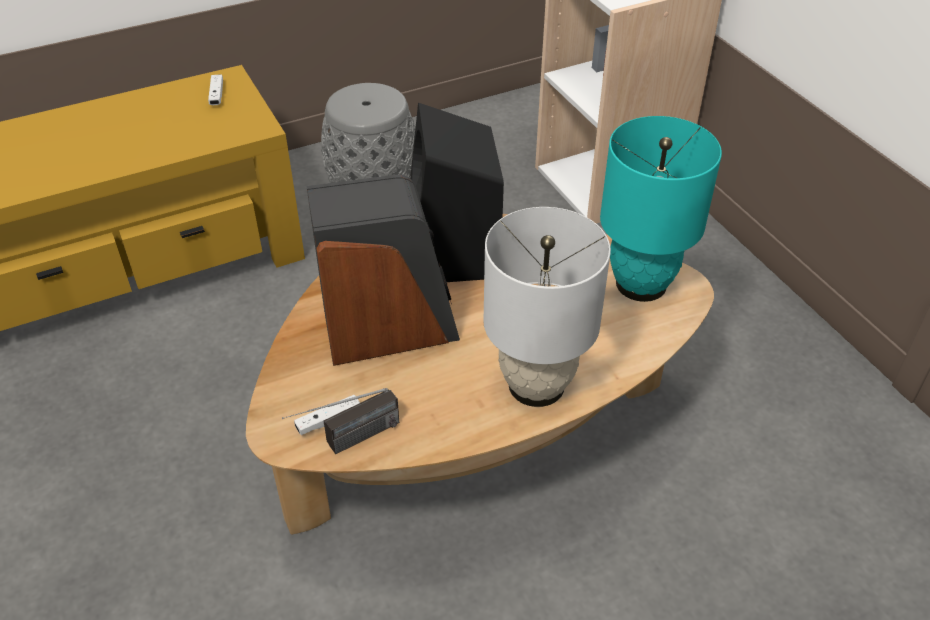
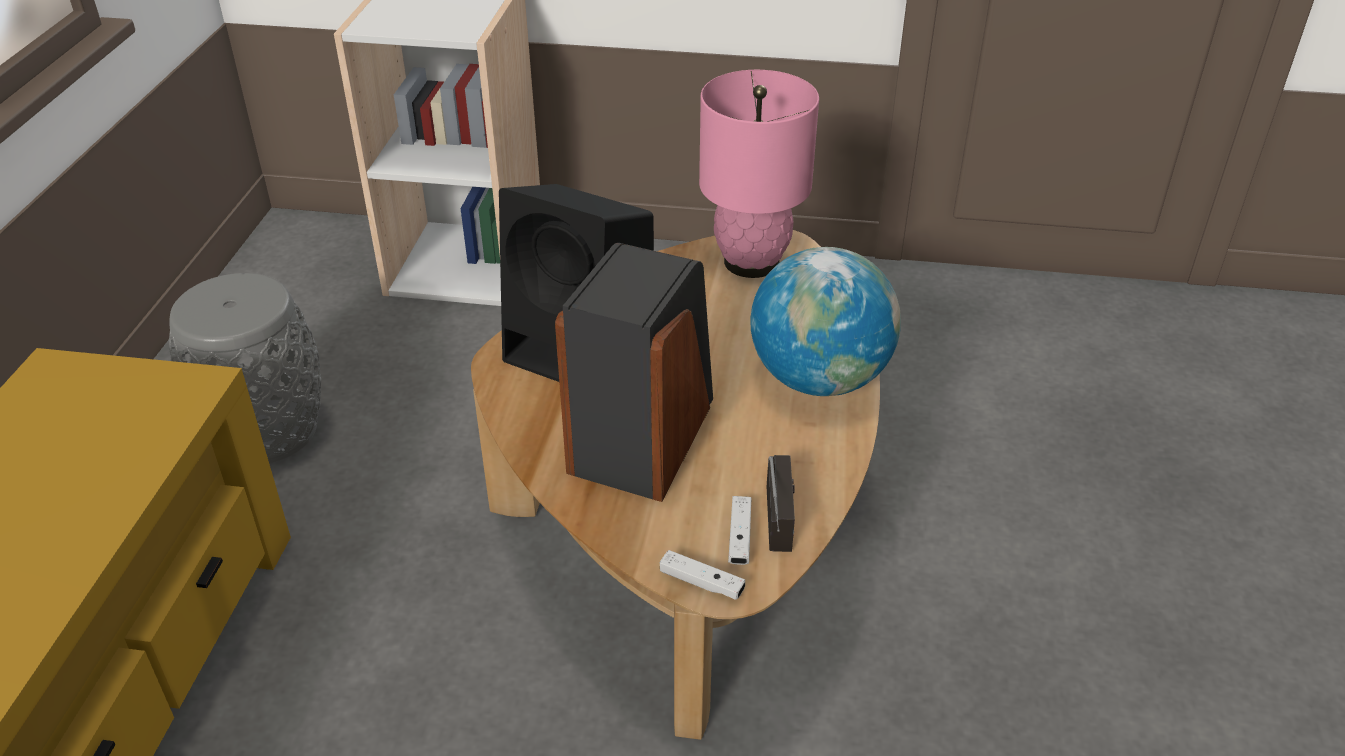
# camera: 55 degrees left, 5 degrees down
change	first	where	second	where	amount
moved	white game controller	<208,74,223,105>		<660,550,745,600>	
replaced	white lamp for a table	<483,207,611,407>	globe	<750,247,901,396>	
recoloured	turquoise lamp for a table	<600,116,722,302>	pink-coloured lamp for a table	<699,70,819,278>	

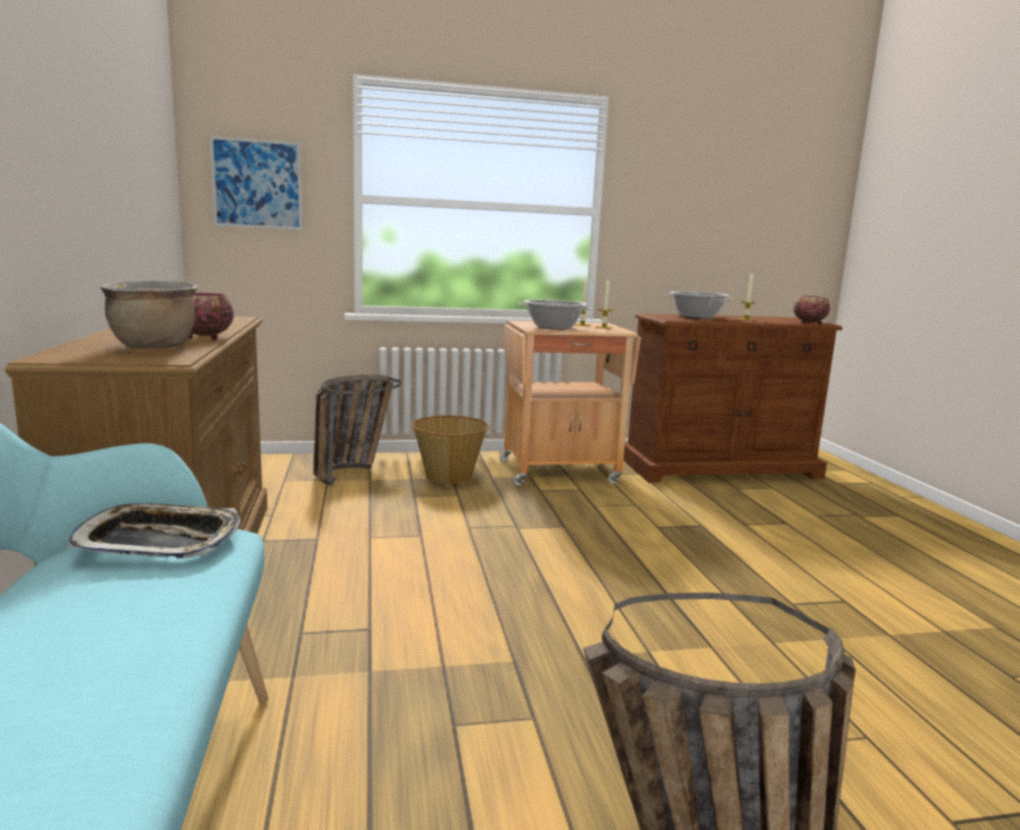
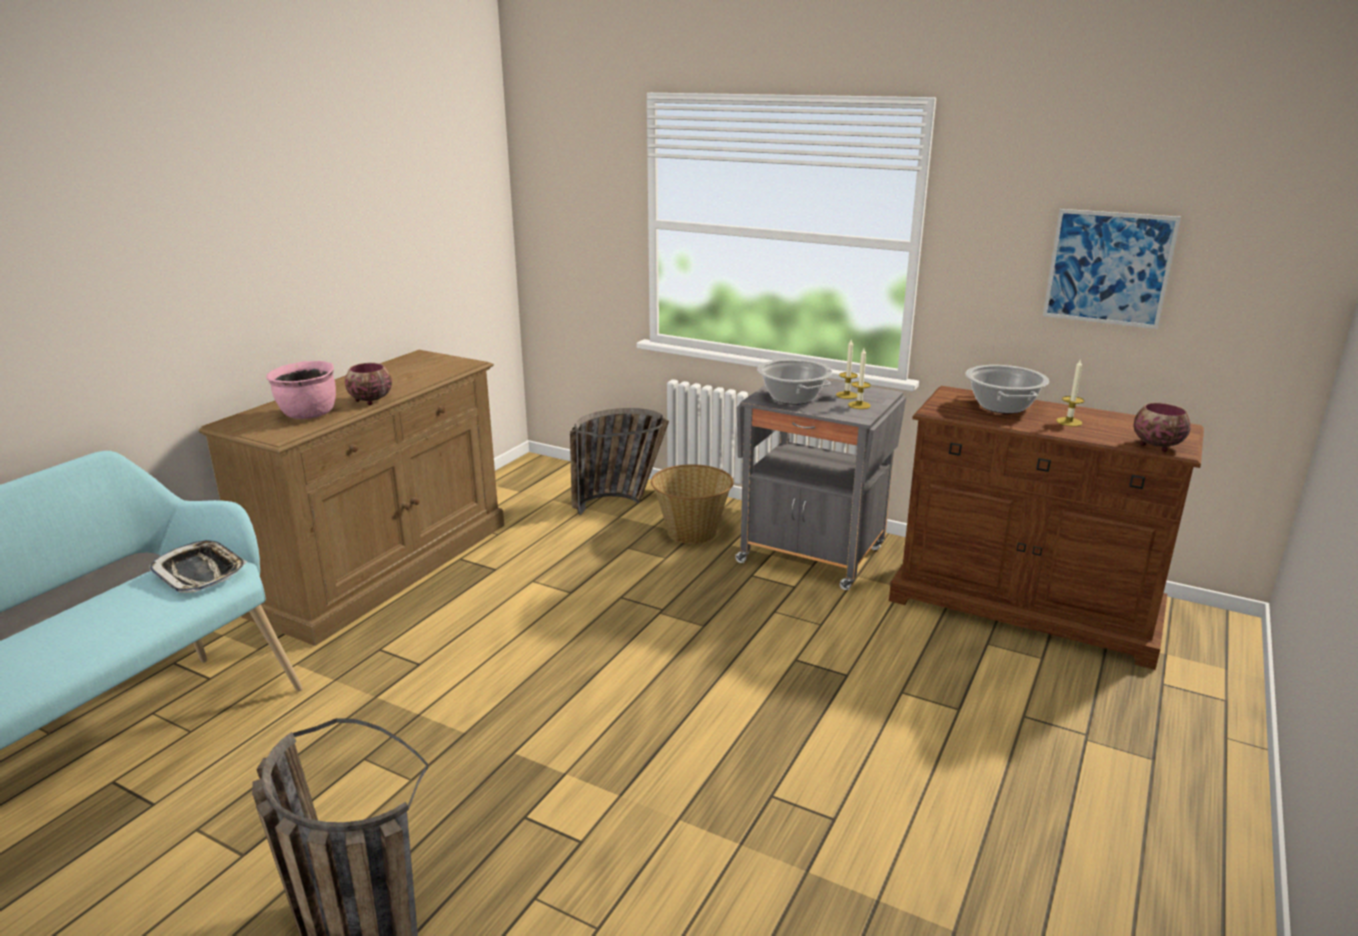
# camera: 40 degrees right, 10 degrees up
change	first	where	second	where	amount
recoloured	brown cooking pot	<100,280,197,349>	pink-coloured cooking pot	<266,361,336,419>	
moved	picture	<210,136,302,230>		<1043,209,1181,329>	
recoloured	brown cart	<499,320,641,486>	grey cart	<735,380,906,590>	

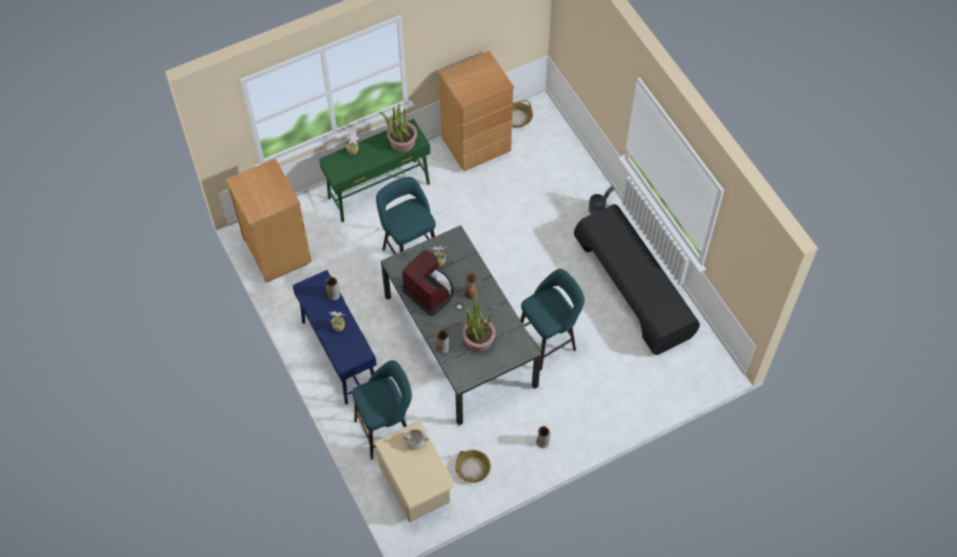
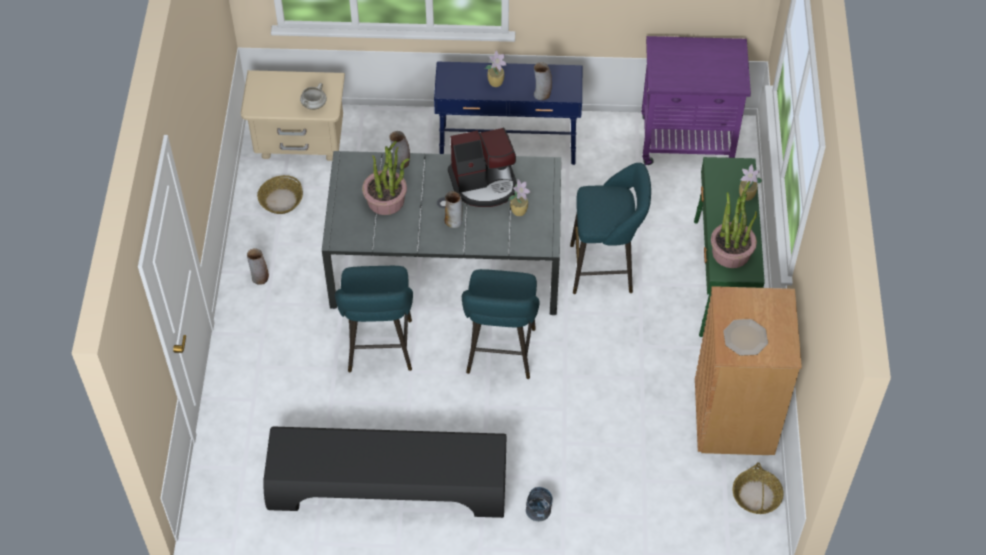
# camera: 120 degrees right, 5 degrees down
change	first	where	second	where	amount
replaced	brown drawer chest	<225,158,312,282>	purple-coloured cart	<641,36,751,165>	
moved	turquoise stool seat	<352,360,412,460>		<462,269,540,379>	
added			dinner plate	<723,319,768,356>	

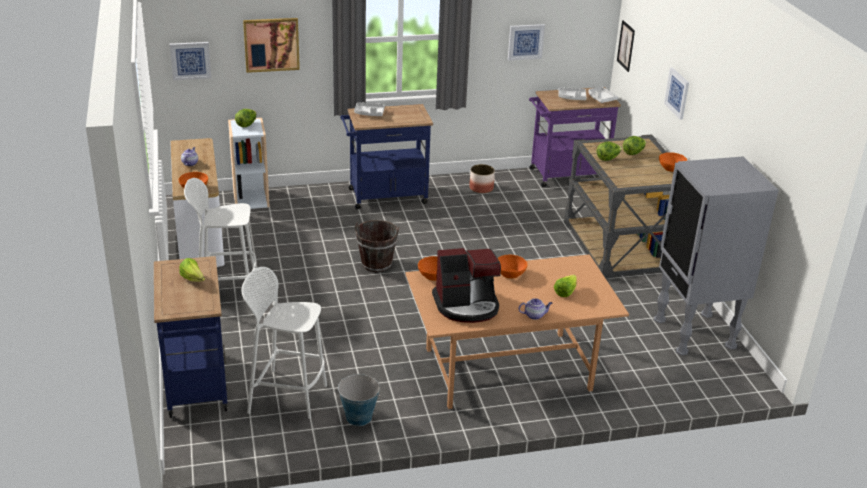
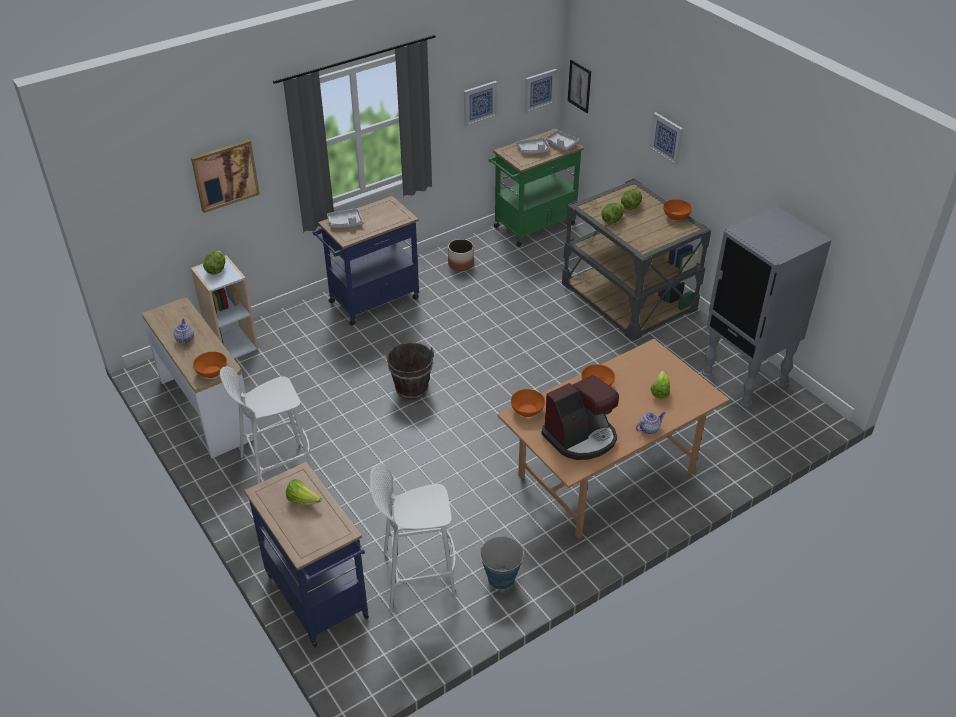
# camera: 20 degrees left, 10 degrees up
change	first	where	second	where	amount
moved	picture	<170,42,211,80>		<525,69,557,113>	
recoloured	purple-coloured cart	<529,87,621,187>	greenish cart	<489,128,584,247>	

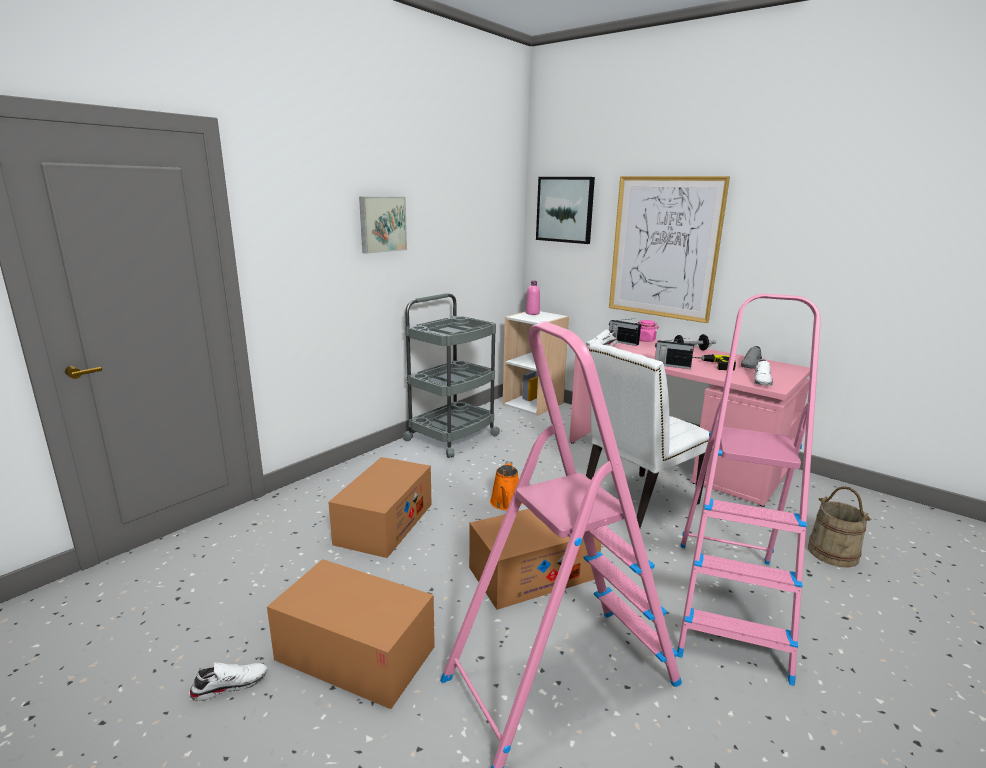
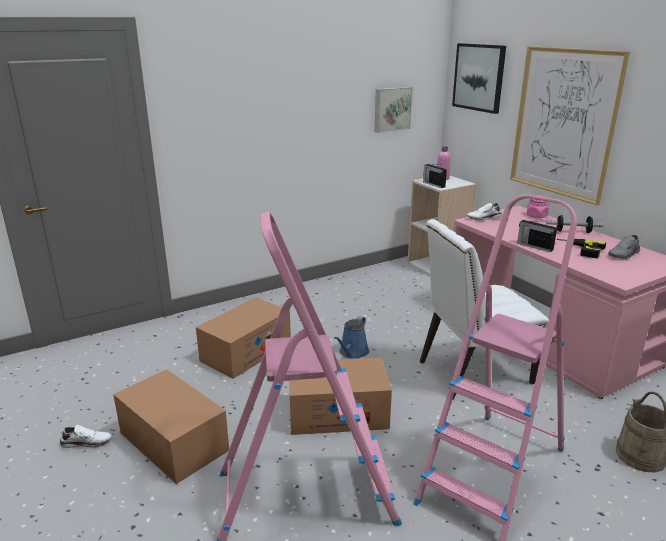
# camera: 20 degrees right, 5 degrees up
change	first	where	second	where	amount
moved	picture	<359,197,407,254>		<375,87,413,133>	
removed	grey cart	<402,293,500,458>			
recoloured	orangey watering can	<490,461,523,510>	blue watering can	<334,316,369,359>	
moved	radio receiver	<609,318,641,346>		<423,164,447,188>	
removed	white shoe	<754,359,773,386>			

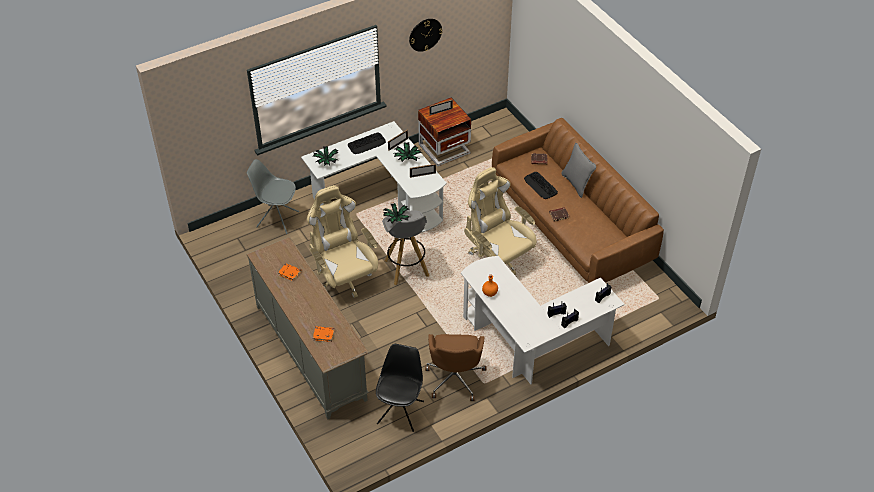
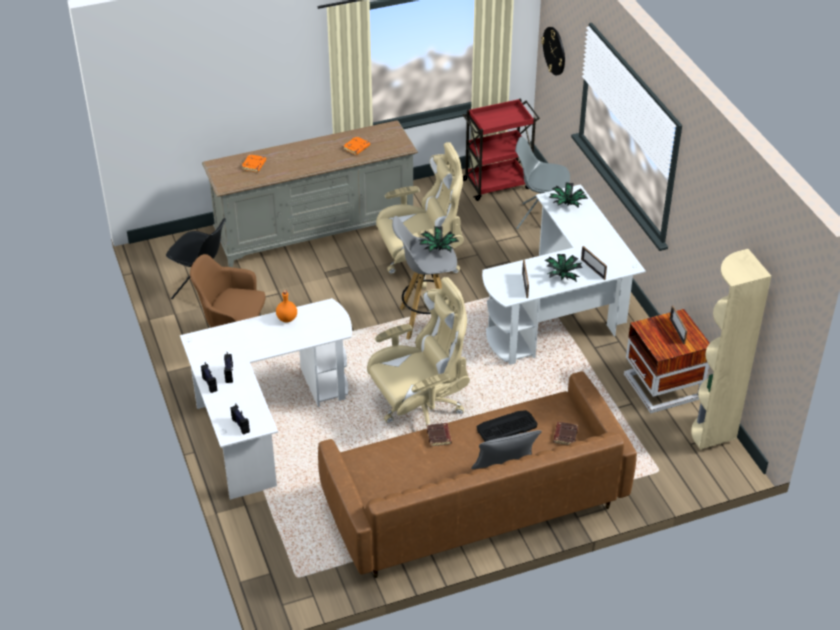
# camera: 100 degrees right, 5 degrees down
change	first	where	second	where	amount
turned	grey upright chair	<247,159,299,234>		<515,136,570,229>	105 degrees counterclockwise
removed	PC keyboard	<348,133,386,154>			
moved	wall clock	<409,19,442,52>		<541,27,565,75>	
added			reddish cart	<463,99,540,201>	
added			beige bookshelf	<691,249,771,449>	

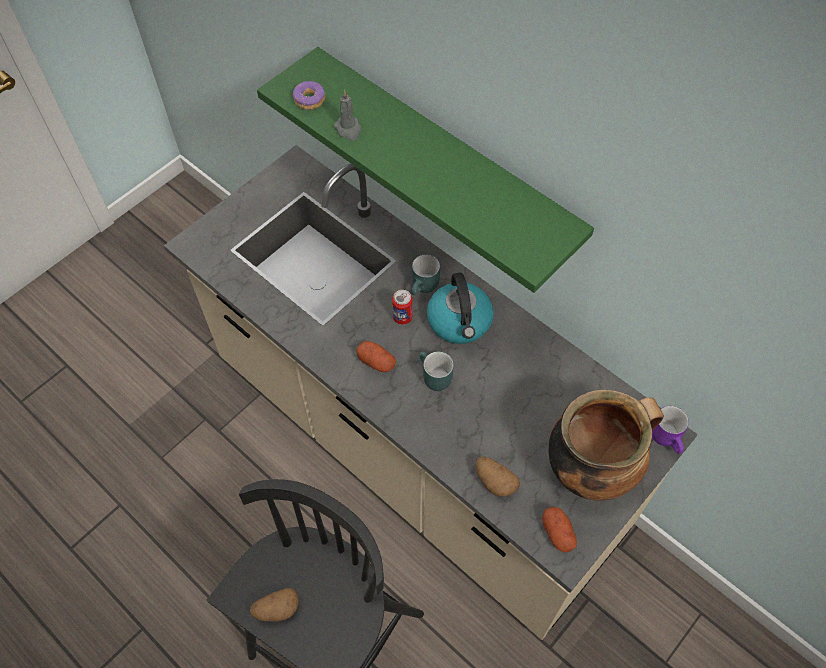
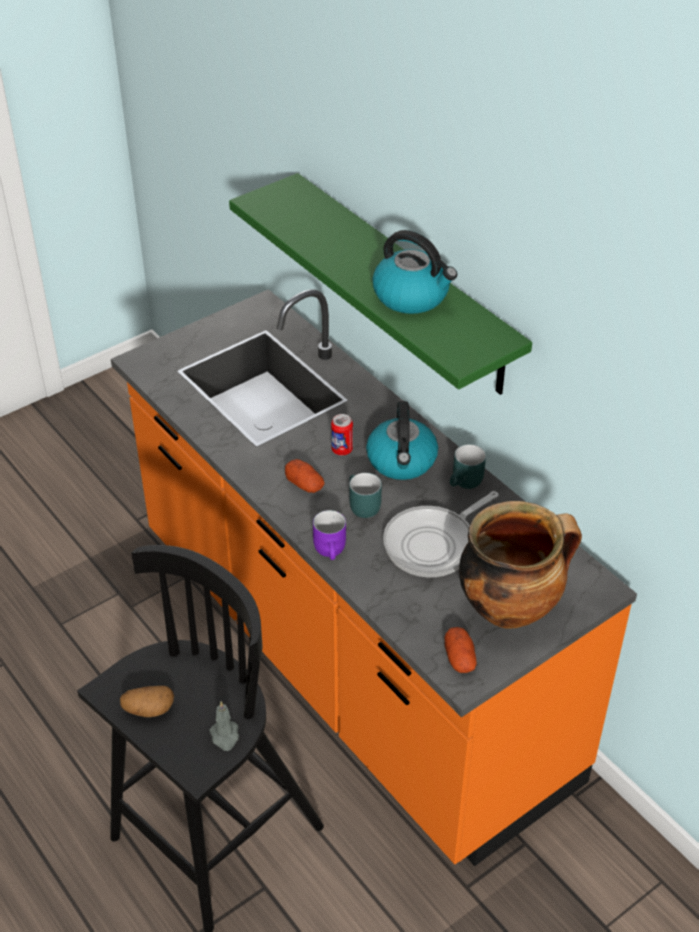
# camera: 10 degrees right, 15 degrees down
change	first	where	second	where	amount
recoloured	beige counter	<164,145,698,640>	orangey counter	<111,289,637,866>	
removed	ring doughnut	<293,81,326,110>			
moved	grey wax candle	<334,90,361,141>		<209,701,239,751>	
moved	turquoise tea mug	<411,254,440,295>		<450,444,486,489>	
removed	whole potato	<475,456,520,497>			
moved	purple-coloured tea mug	<652,406,689,454>		<313,510,346,560>	
added			kettle	<372,230,457,314>	
added			pan	<383,491,499,577>	

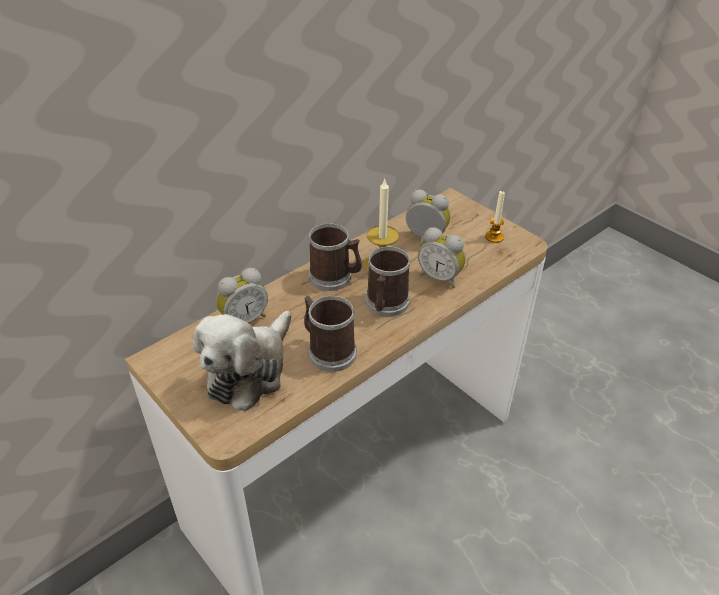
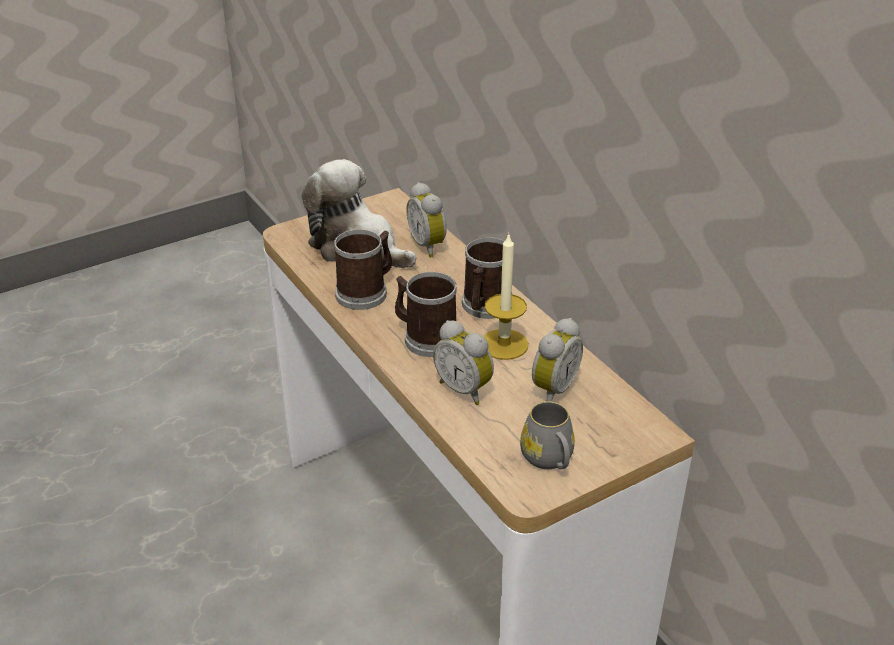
# camera: 100 degrees right, 5 degrees down
change	first	where	second	where	amount
turned	bedside clock	<418,227,466,288>		<433,320,494,405>	90 degrees counterclockwise
replaced	wax candle	<485,191,505,243>	grey tea mug	<520,401,575,469>	

